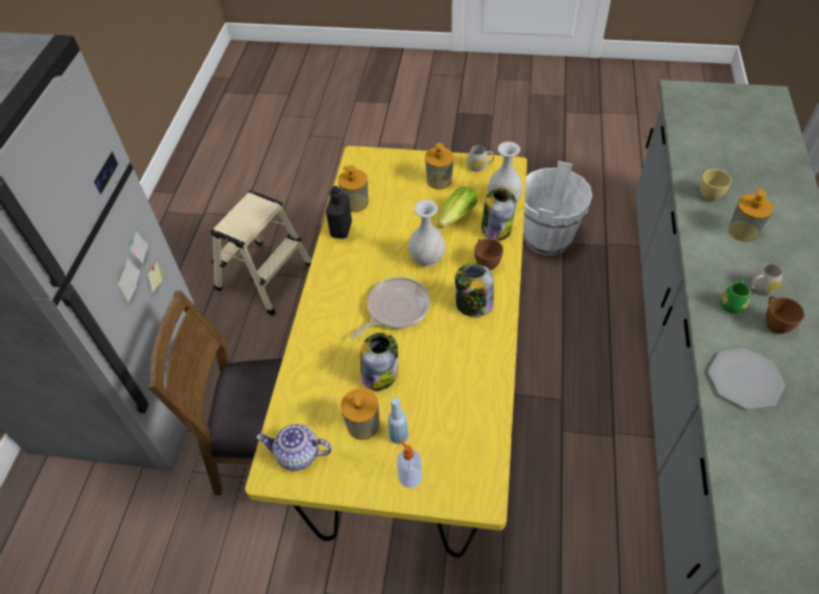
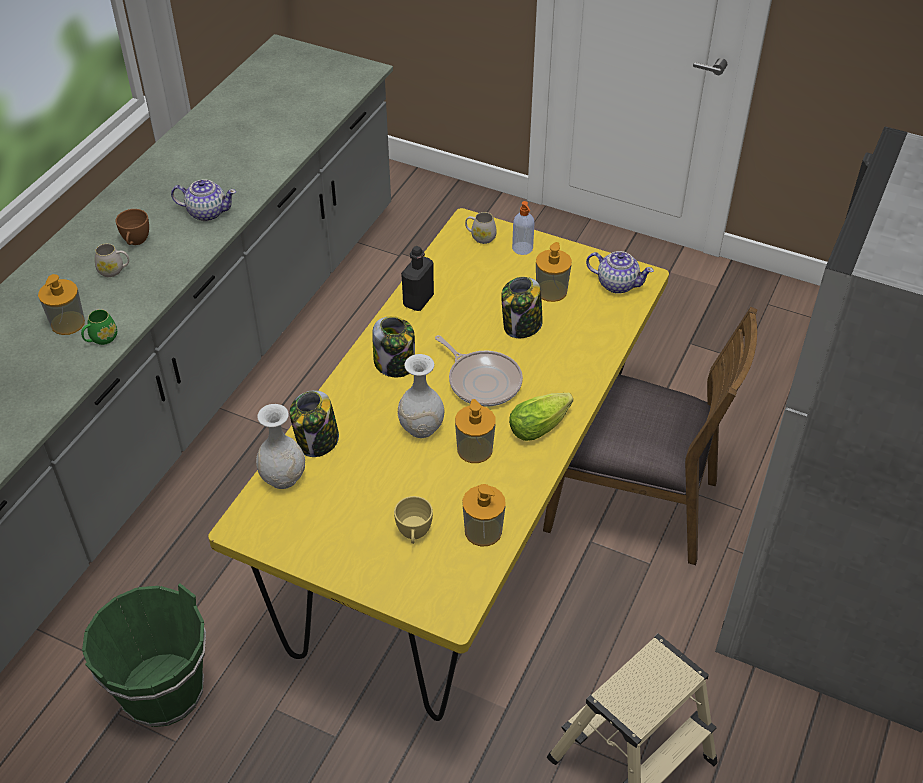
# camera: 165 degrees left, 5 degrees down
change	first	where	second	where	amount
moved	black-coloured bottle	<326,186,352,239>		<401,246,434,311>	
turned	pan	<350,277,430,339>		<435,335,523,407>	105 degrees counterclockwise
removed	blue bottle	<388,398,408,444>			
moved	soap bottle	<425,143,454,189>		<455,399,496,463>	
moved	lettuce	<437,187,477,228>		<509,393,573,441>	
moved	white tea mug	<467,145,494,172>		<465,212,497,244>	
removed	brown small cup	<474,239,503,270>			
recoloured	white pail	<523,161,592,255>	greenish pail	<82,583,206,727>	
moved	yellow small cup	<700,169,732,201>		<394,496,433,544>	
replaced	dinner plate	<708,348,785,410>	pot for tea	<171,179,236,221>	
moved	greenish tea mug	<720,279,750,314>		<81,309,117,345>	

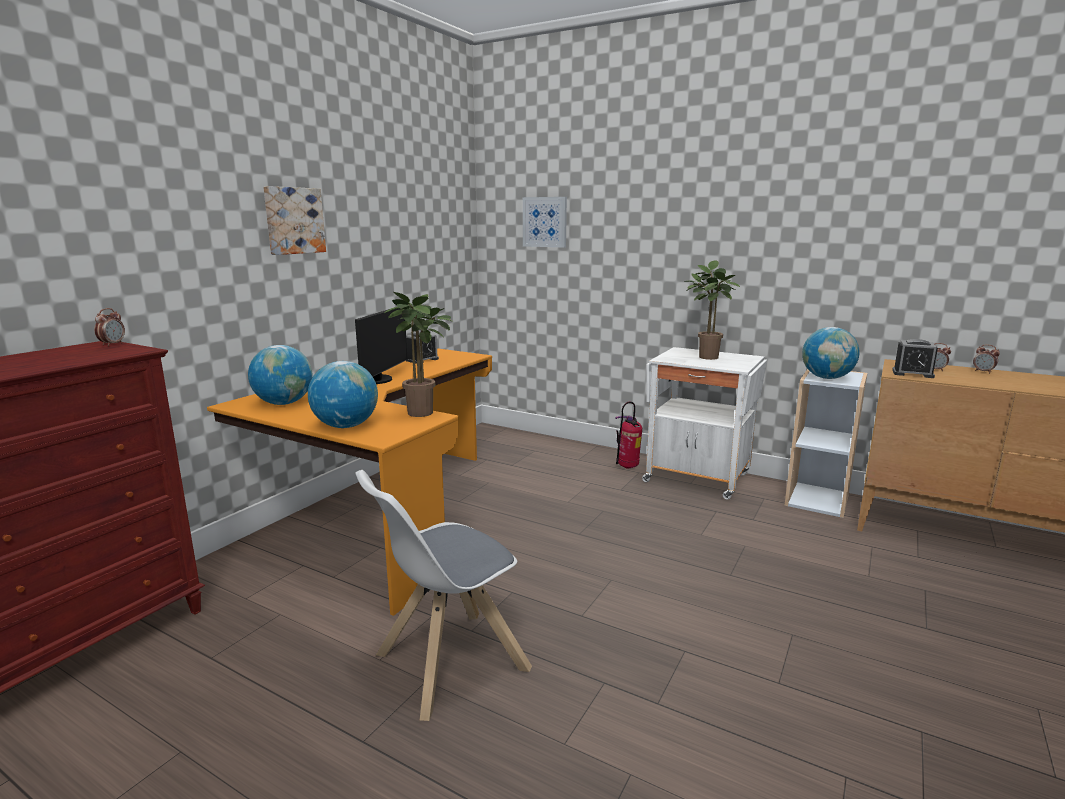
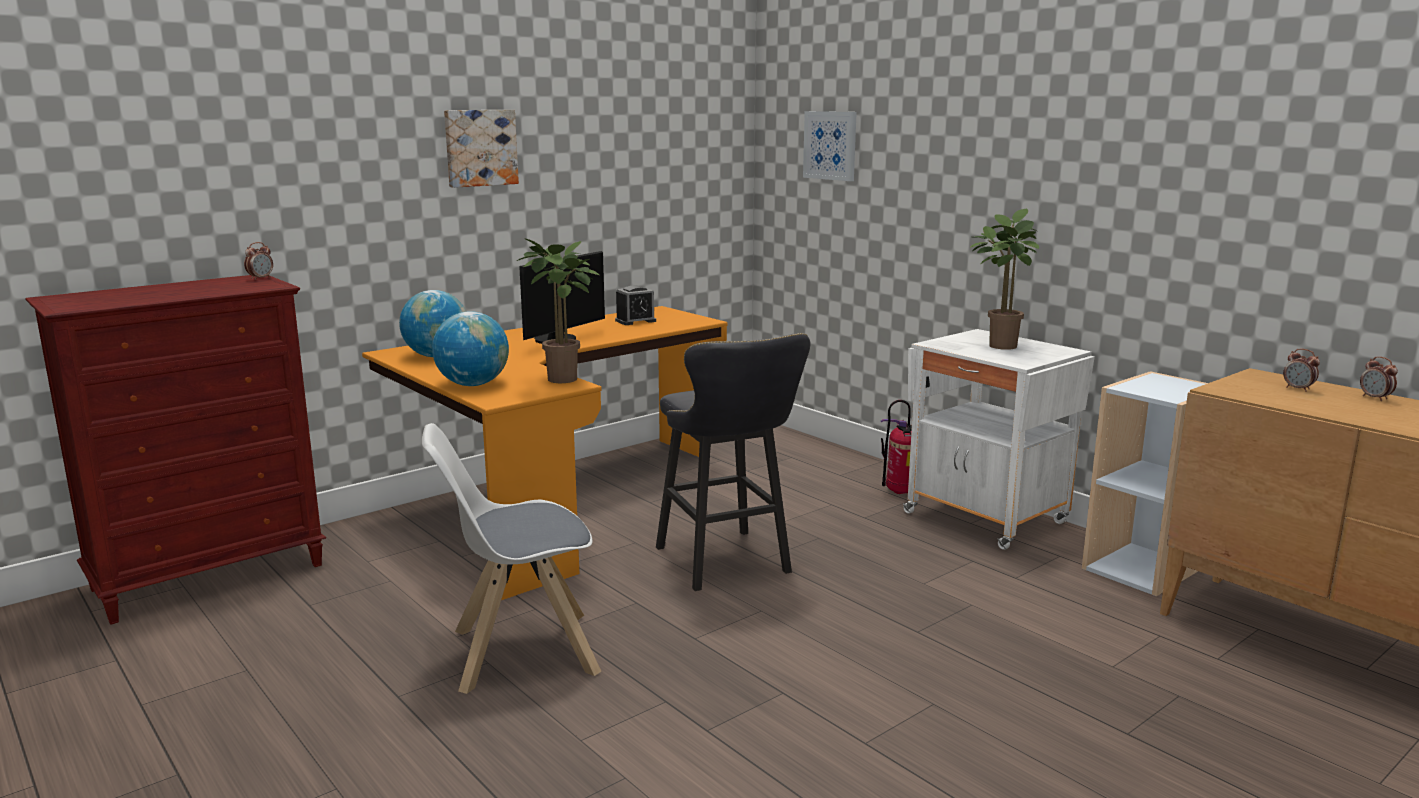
# camera: 20 degrees right, 0 degrees up
change	first	where	second	where	amount
removed	globe	<802,327,860,379>			
removed	bedside clock	<892,339,938,378>			
added			black-coloured stool seat	<656,333,811,591>	

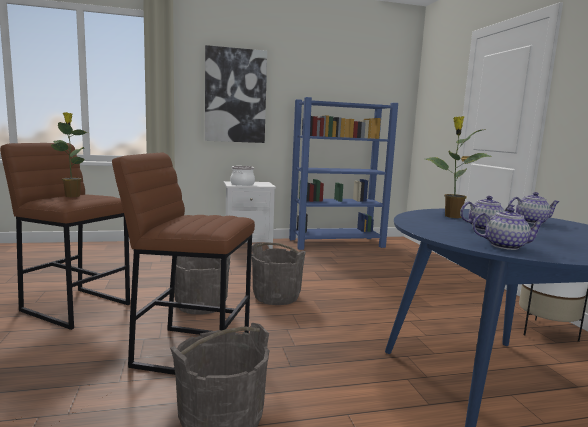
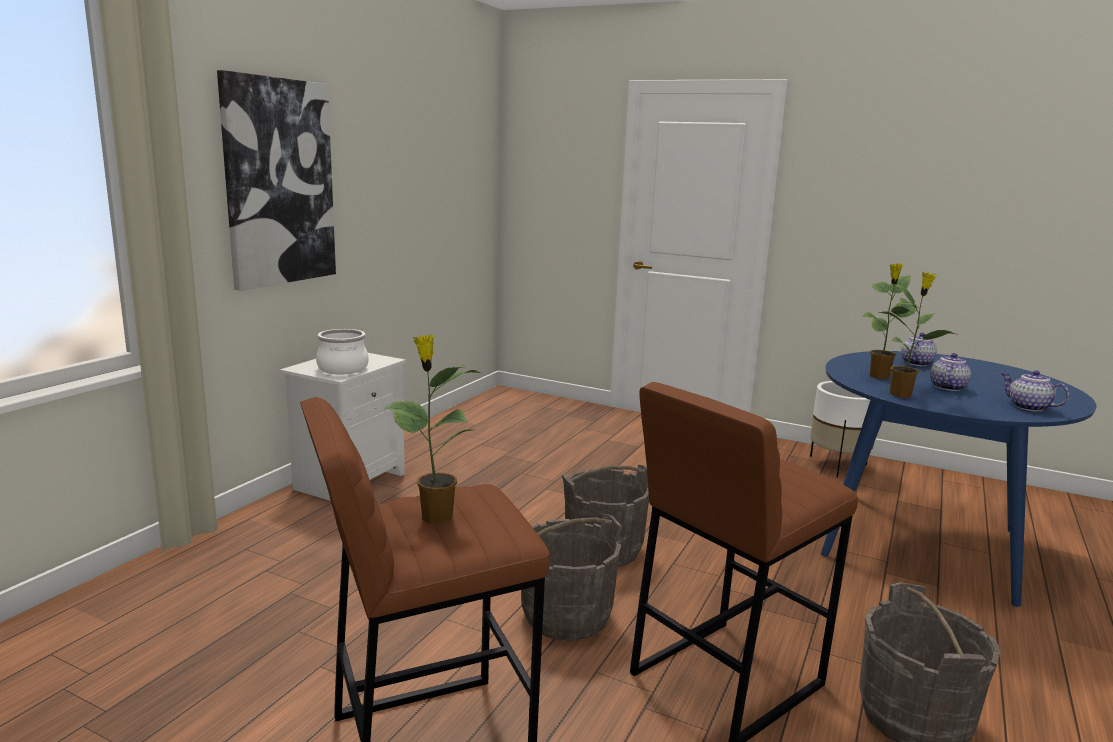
# camera: 50 degrees left, 5 degrees up
change	first	where	second	where	amount
removed	blue bookshelf	<289,97,398,250>			
turned	pot for tea	<472,207,546,250>		<1001,370,1070,411>	90 degrees counterclockwise
added			potted plant	<878,272,959,398>	

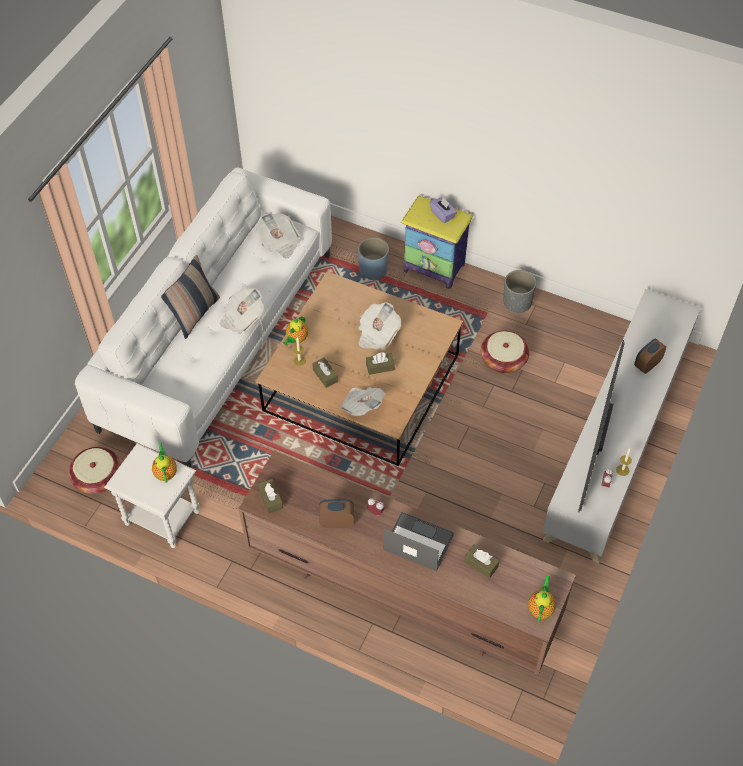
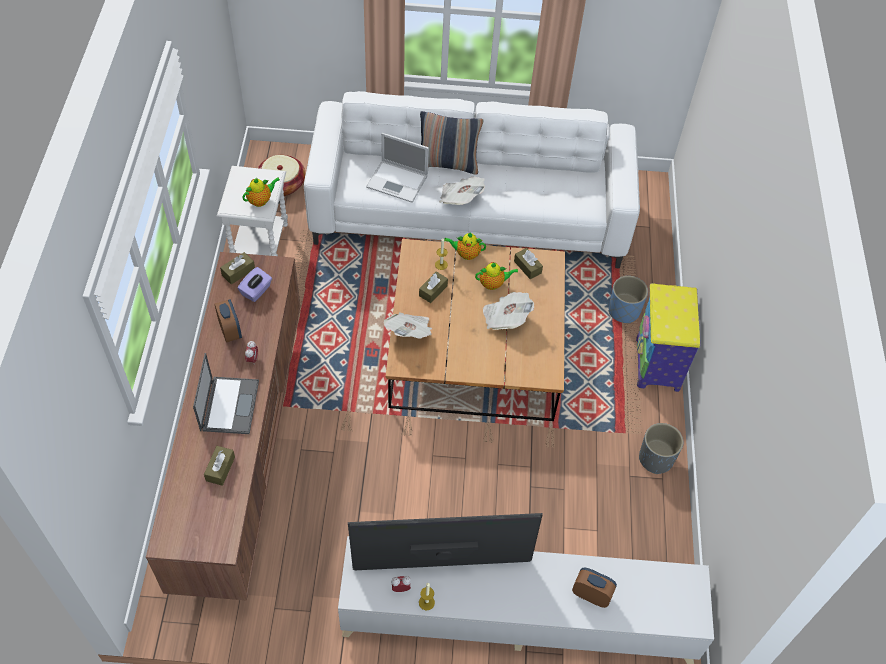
# camera: 65 degrees right, 0 degrees up
change	first	where	second	where	amount
removed	daily paper	<257,213,301,258>			
moved	brown tissue holder	<366,352,395,375>		<514,248,543,279>	
moved	purple-coloured tissue holder	<430,197,457,223>		<238,267,272,302>	
removed	basket	<481,331,530,373>			
moved	pot for tea	<528,575,556,622>		<475,262,518,290>	
added			notebook computer	<366,133,429,203>	

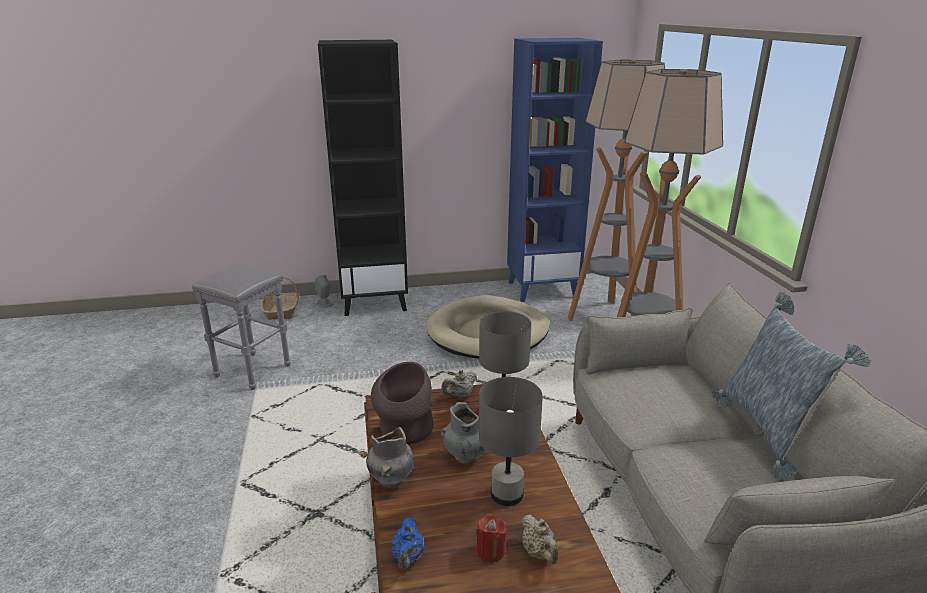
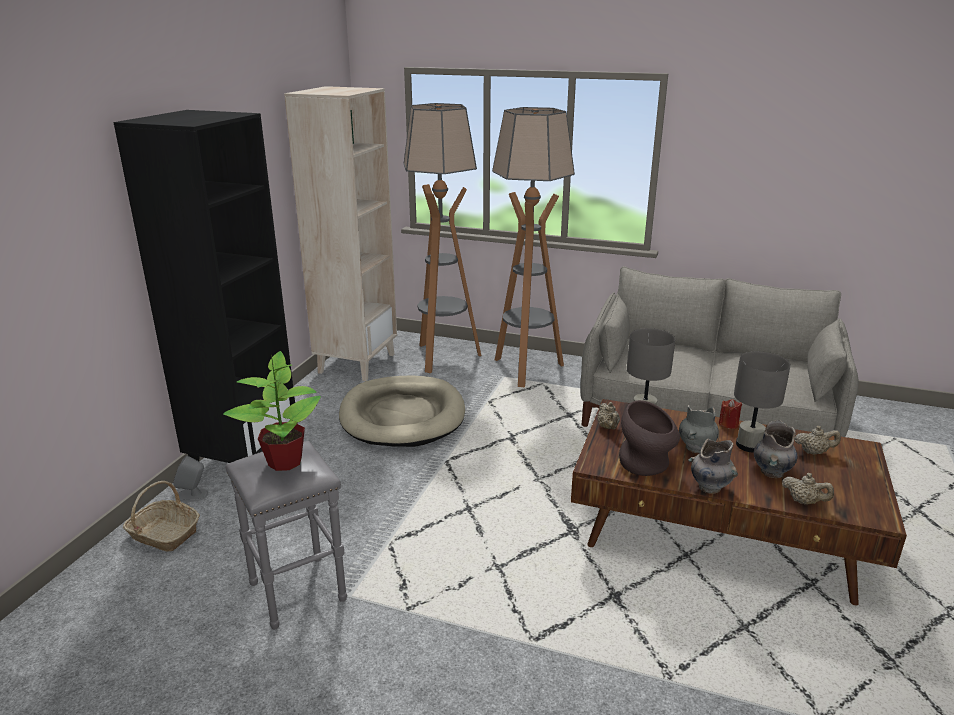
# camera: 60 degrees left, 0 degrees up
change	first	where	second	where	amount
recoloured	blue pot for tea	<391,517,425,570>	beige pot for tea	<782,473,834,505>	
moved	reddish wax candle	<476,514,506,562>		<719,399,742,429>	
recoloured	blue bookshelf	<507,38,603,302>	beige bookshelf	<284,86,397,381>	
removed	pillow	<712,292,871,480>			
added			potted plant	<223,351,321,471>	
added			grey vase	<754,420,798,478>	

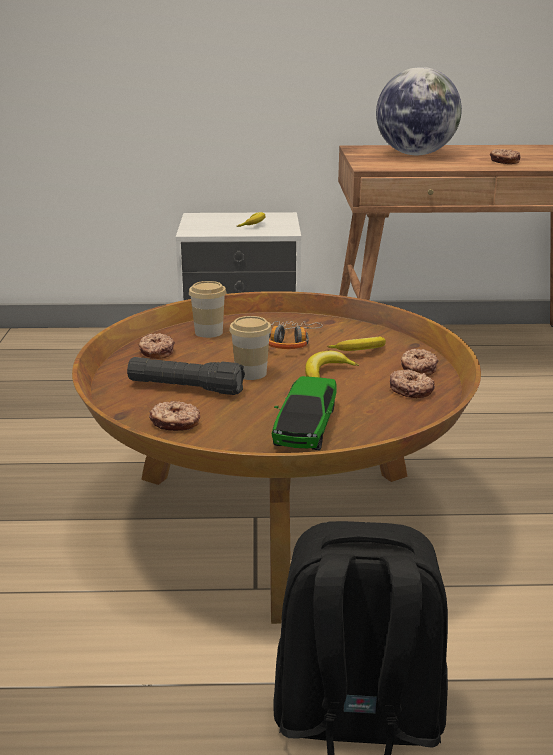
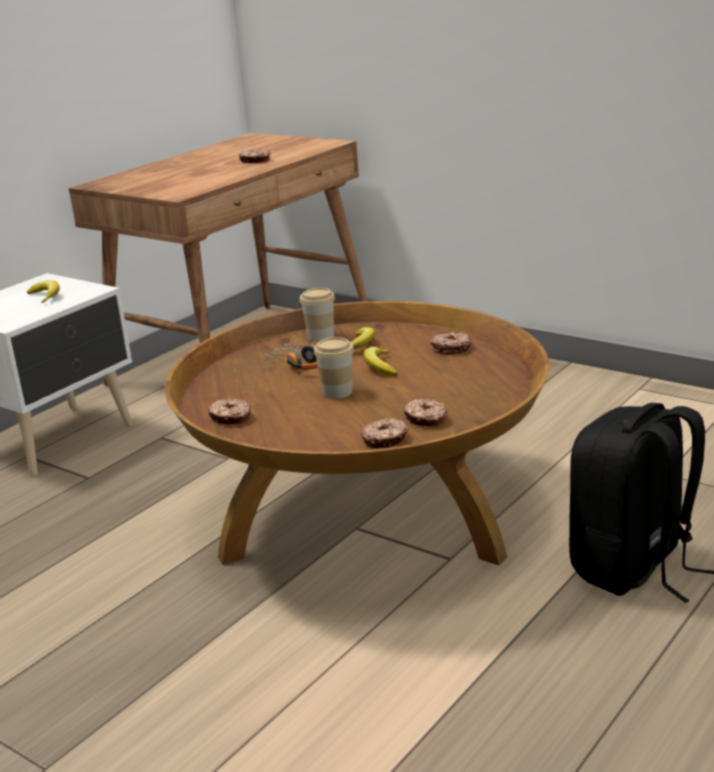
# camera: 50 degrees left, 0 degrees up
change	first	where	second	where	amount
removed	black-coloured torch	<127,357,245,395>			
moved	small cup	<189,281,226,338>		<300,288,335,342>	
removed	model car	<272,376,337,450>			
removed	globe	<376,67,462,155>			
moved	ring doughnut	<401,349,439,376>		<404,399,447,426>	

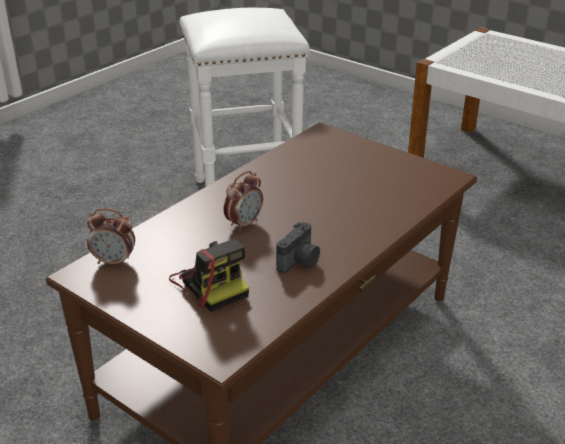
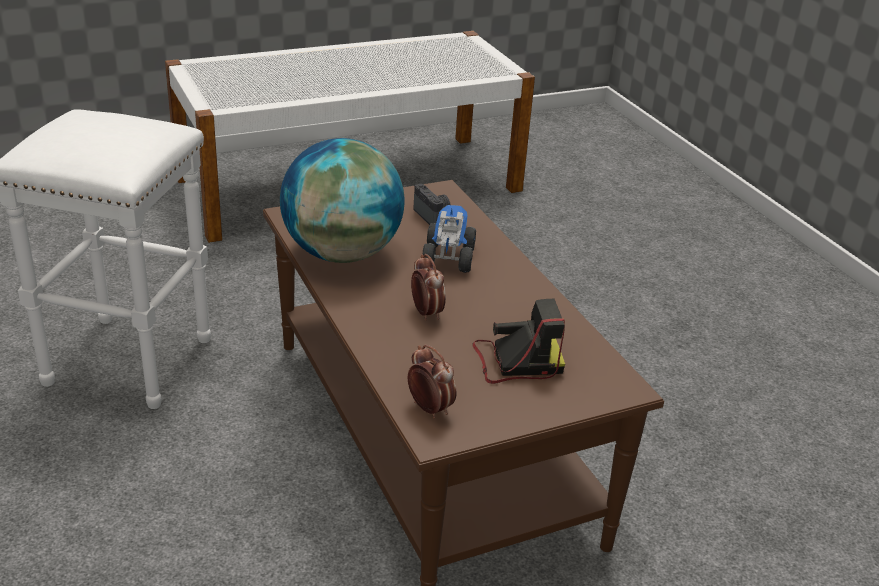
# camera: 65 degrees left, 0 degrees up
change	first	where	second	where	amount
turned	bedside clock	<87,208,135,267>		<408,345,456,419>	75 degrees counterclockwise
moved	photo camera	<276,222,320,273>		<414,184,451,225>	
added			globe	<280,138,405,263>	
added			toy lorry	<423,205,476,273>	

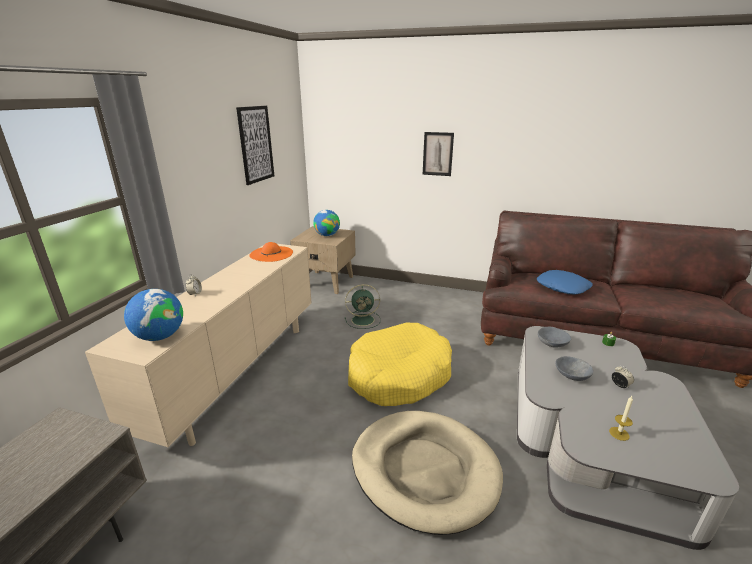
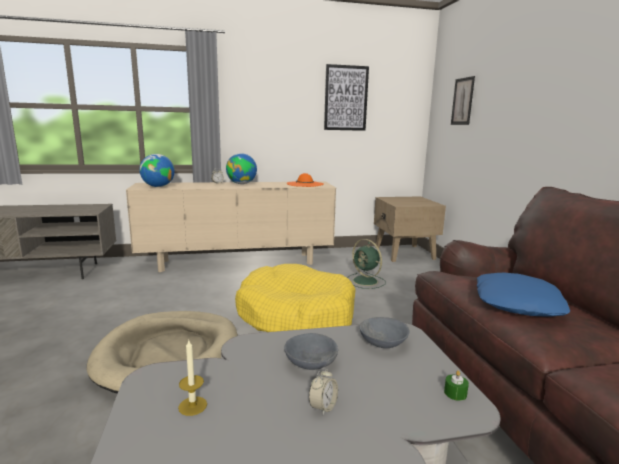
# camera: 60 degrees right, 10 degrees down
change	first	where	second	where	amount
moved	globe	<313,210,340,236>		<226,153,257,184>	
moved	picture	<423,132,454,176>		<451,76,475,125>	

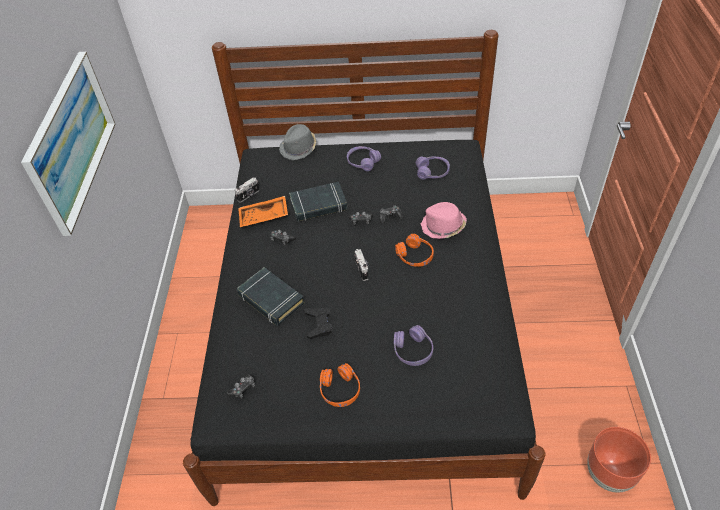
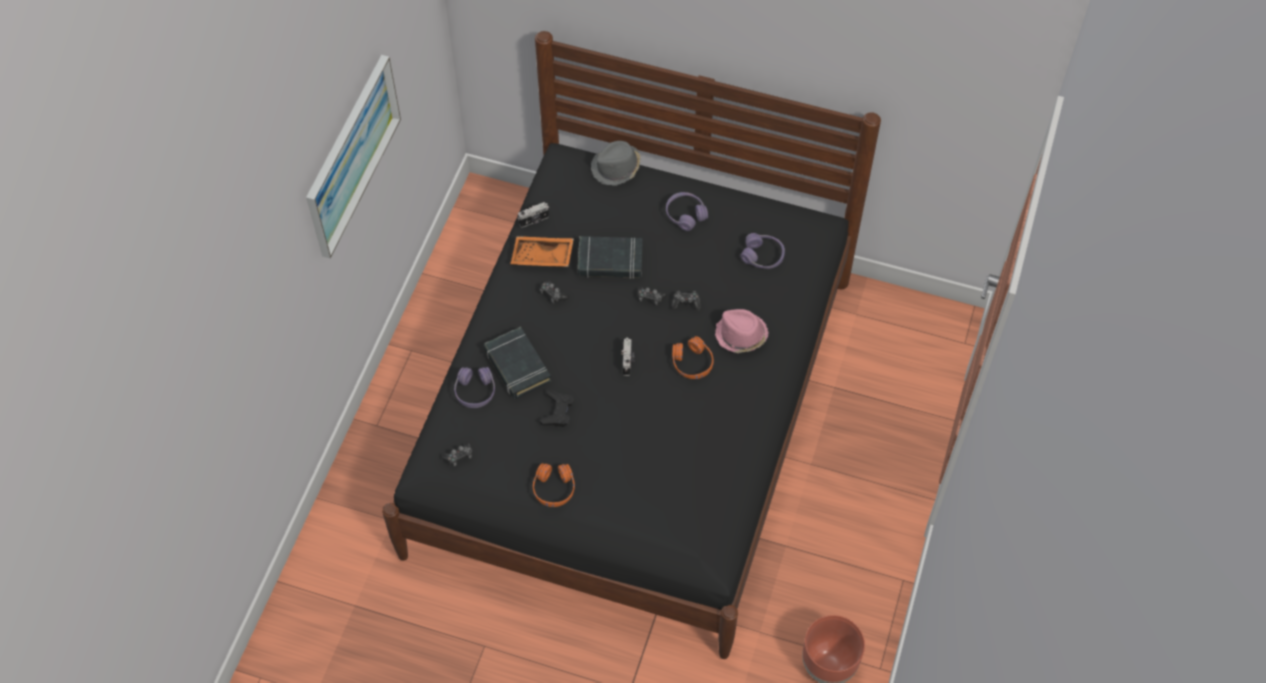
# camera: 15 degrees right, 10 degrees up
change	first	where	second	where	amount
moved	purple-coloured pair of headphones	<394,325,433,366>		<454,367,495,408>	

